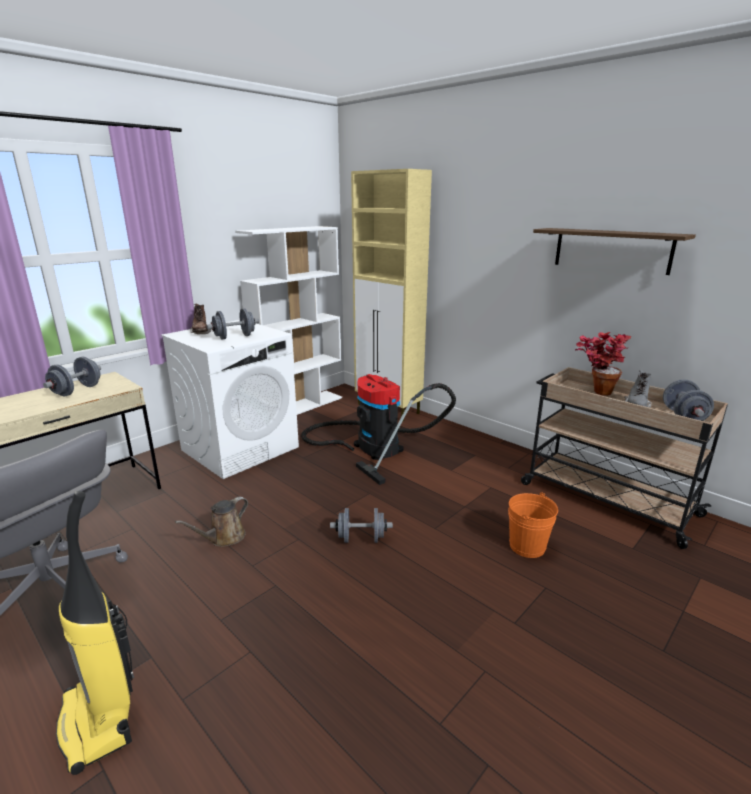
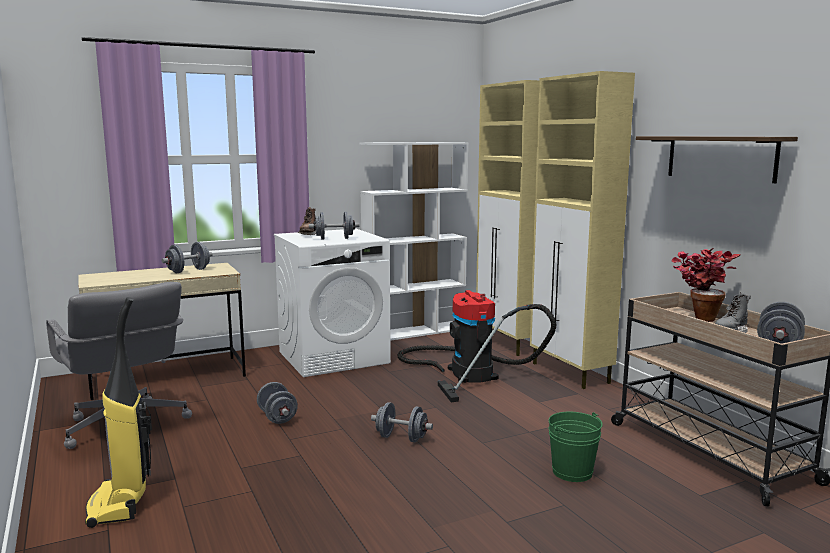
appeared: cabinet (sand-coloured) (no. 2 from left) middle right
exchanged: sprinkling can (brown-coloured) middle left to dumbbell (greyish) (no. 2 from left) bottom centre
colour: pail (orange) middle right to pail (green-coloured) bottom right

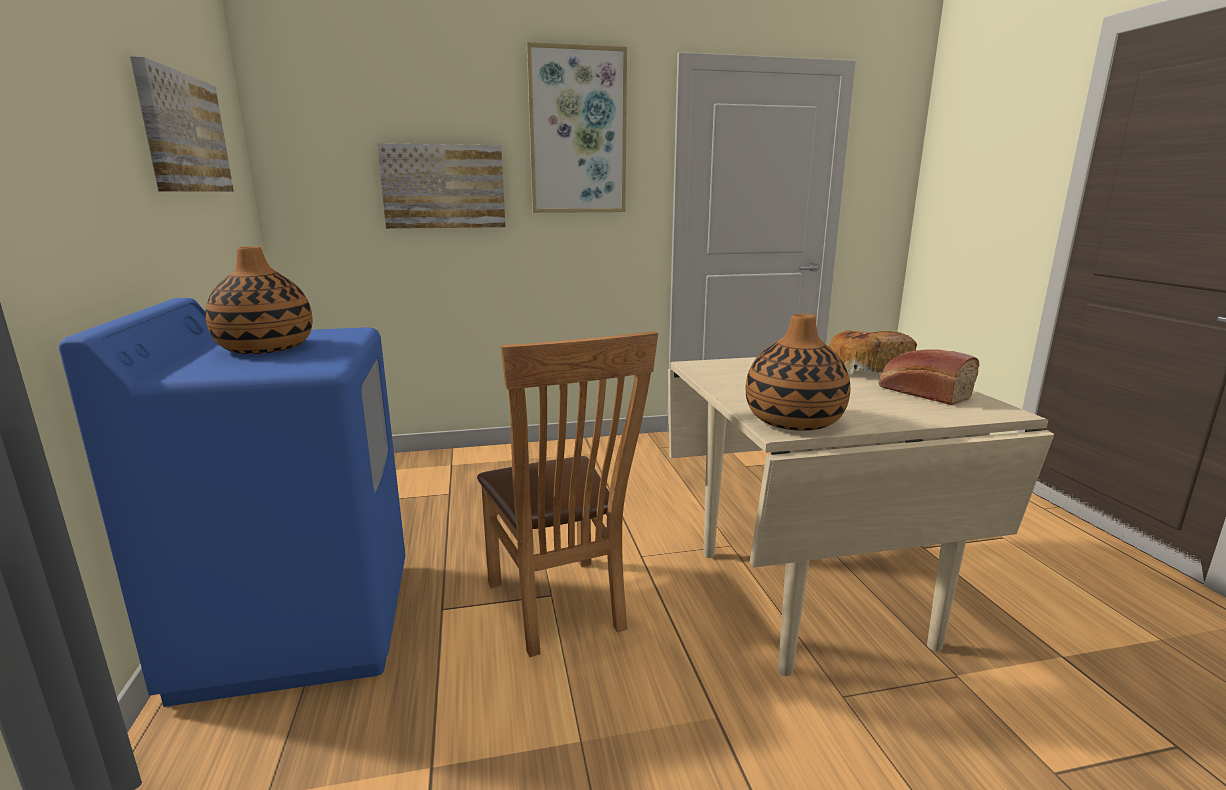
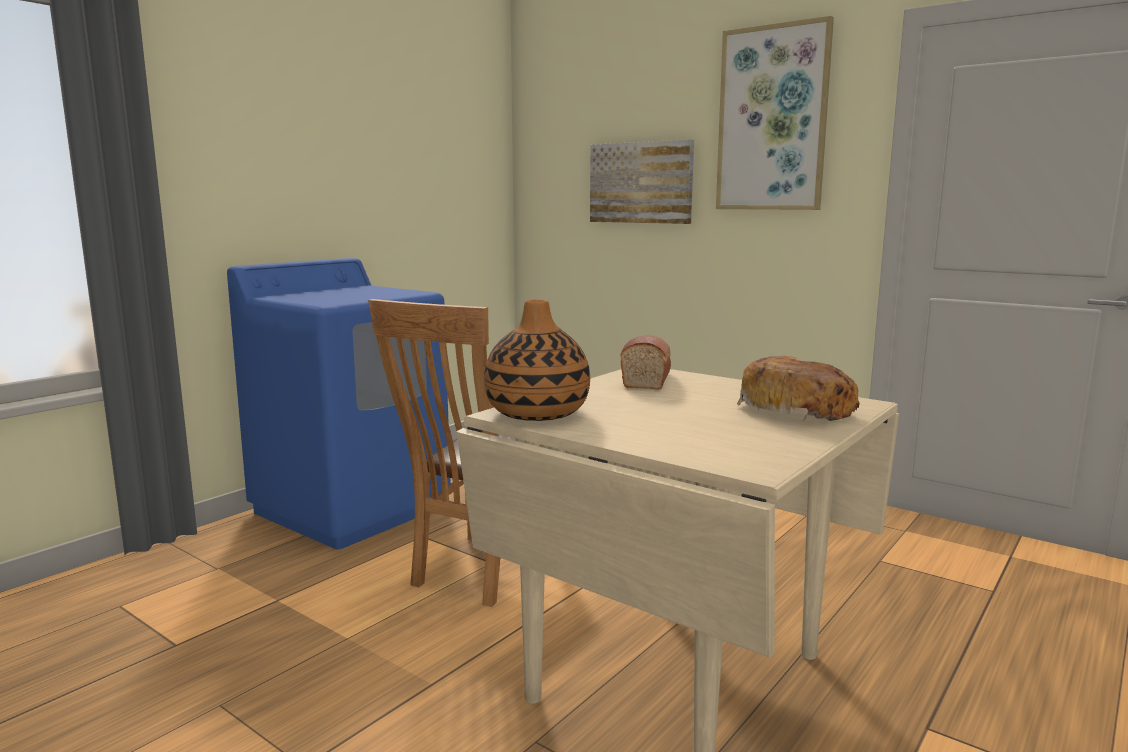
missing: wall art (no. 1 from left) top left; vase (no. 1 from left) middle left
relocated: bread (no. 2 from left in the first image) middle right to bread (no. 1 from left) centre

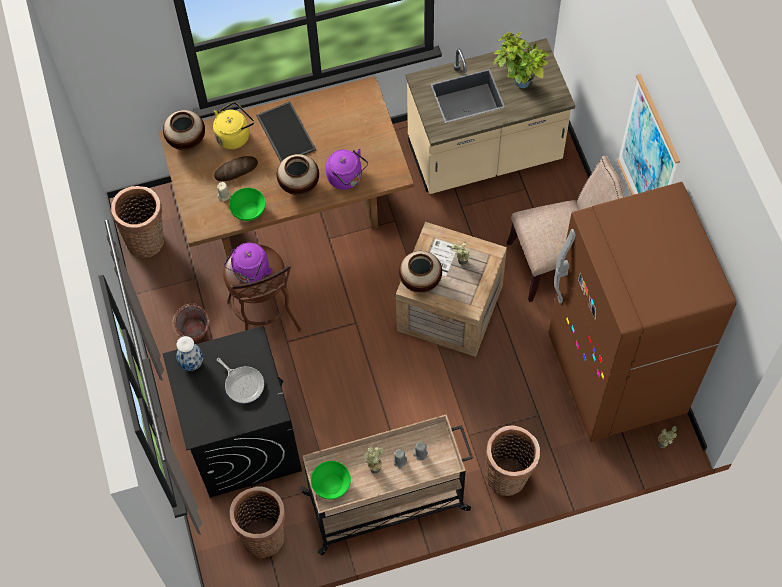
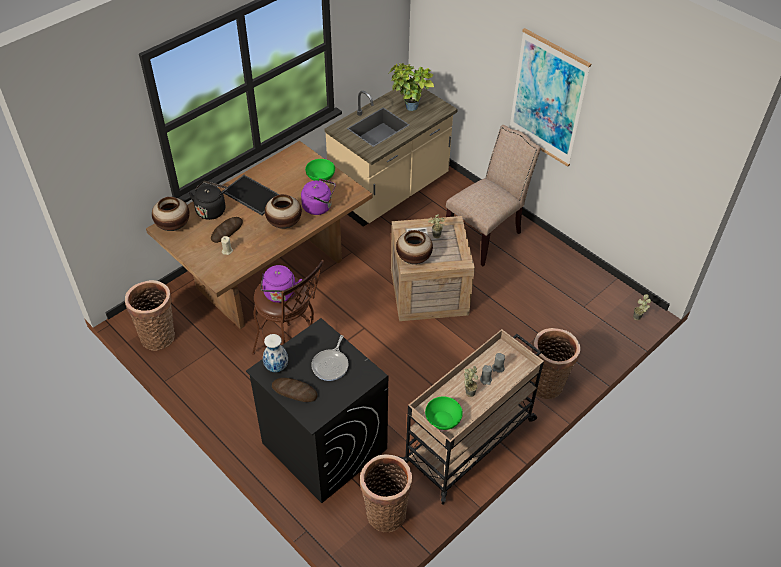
missing: pail middle left; fridge (brown-coloured) middle right
appeared: bread (no. 2 from left) bottom centre
relocated: bowl (green-coloured) (no. 1 from left) middle left to top centre
colour: kettle (yellowish) top left to kettle (blackish) middle left
spun: skillet middle left = centre 90 degrees clockwise

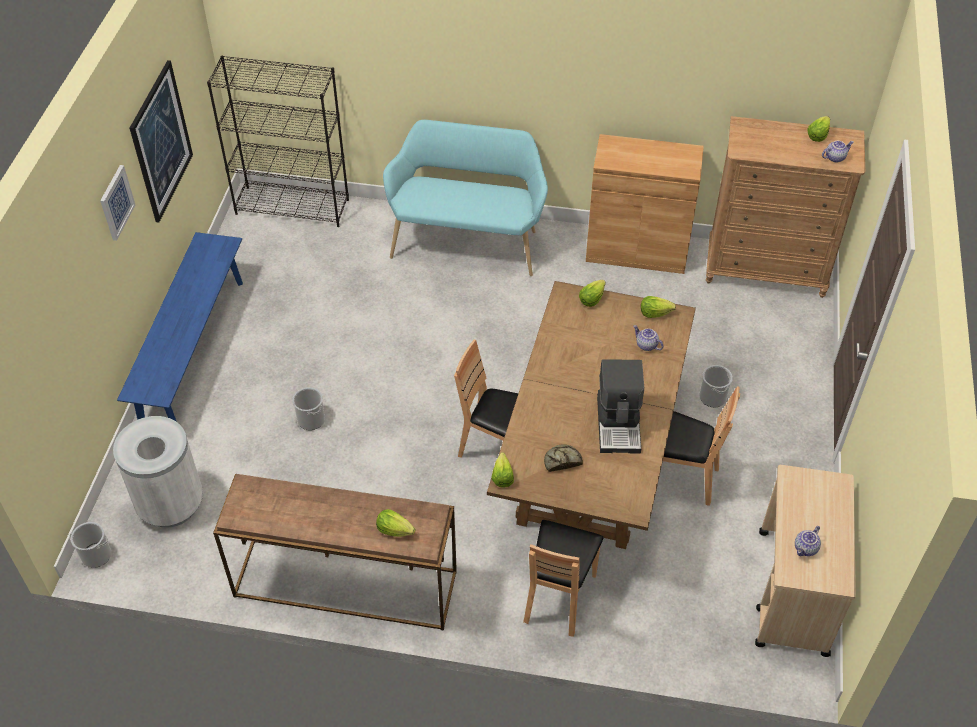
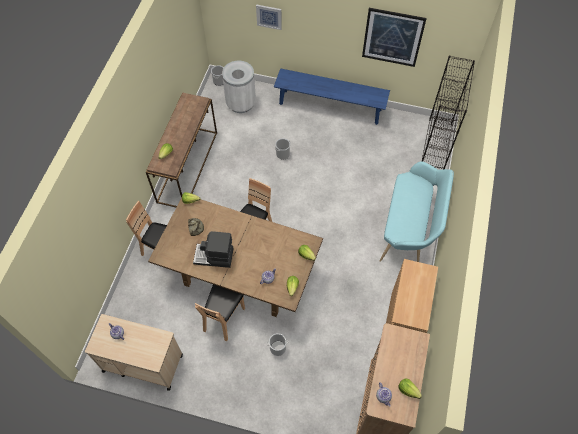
relocated: wall art (no. 1 from left) top left to top centre

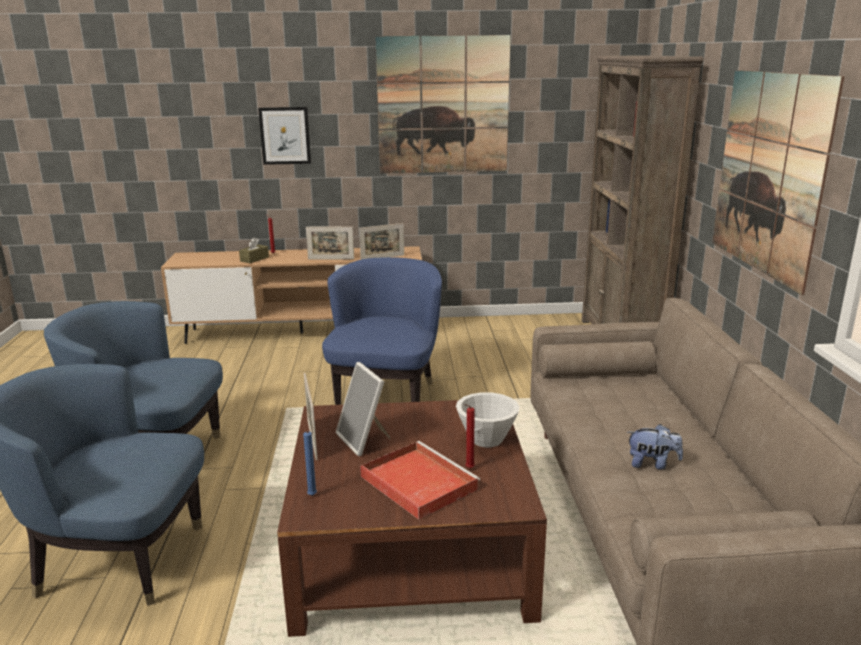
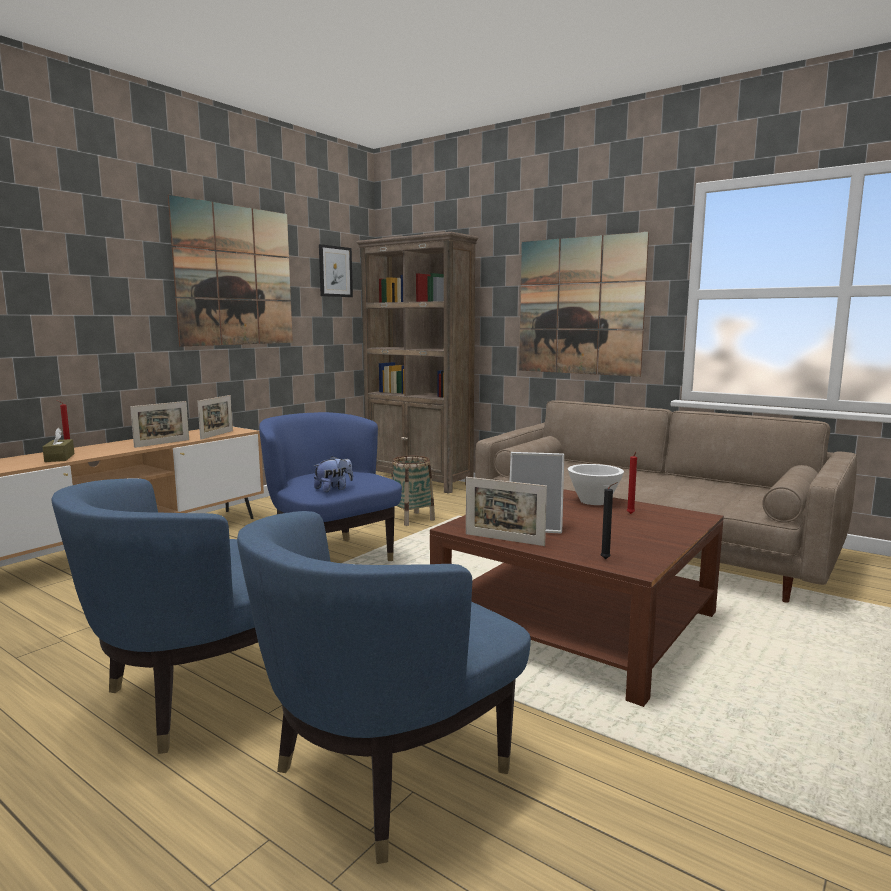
missing: tray (red-coloured) bottom centre
appeared: storage basket centre
relocated: wall art (no. 1 from left in the first image) top left to wall art (no. 2 from left) top centre; cuddly toy bottom right to centre
colour: candle (bluish) bottom centre to candle (blackish) middle right

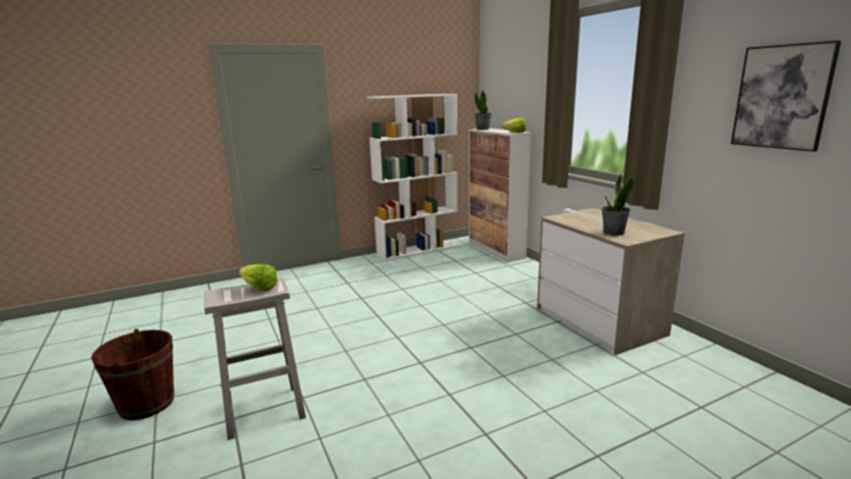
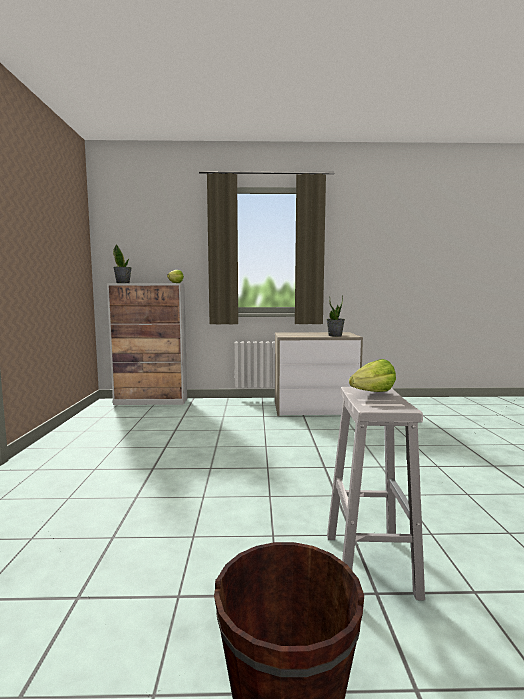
missing: bookshelf (whitish) centre; wall art top right

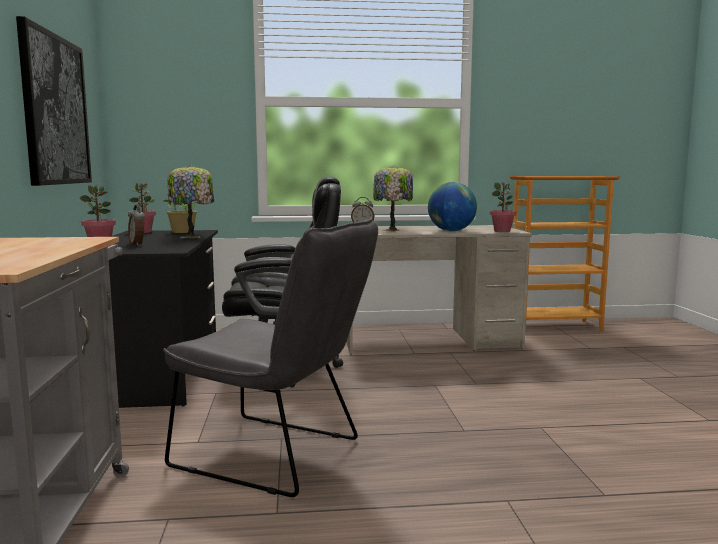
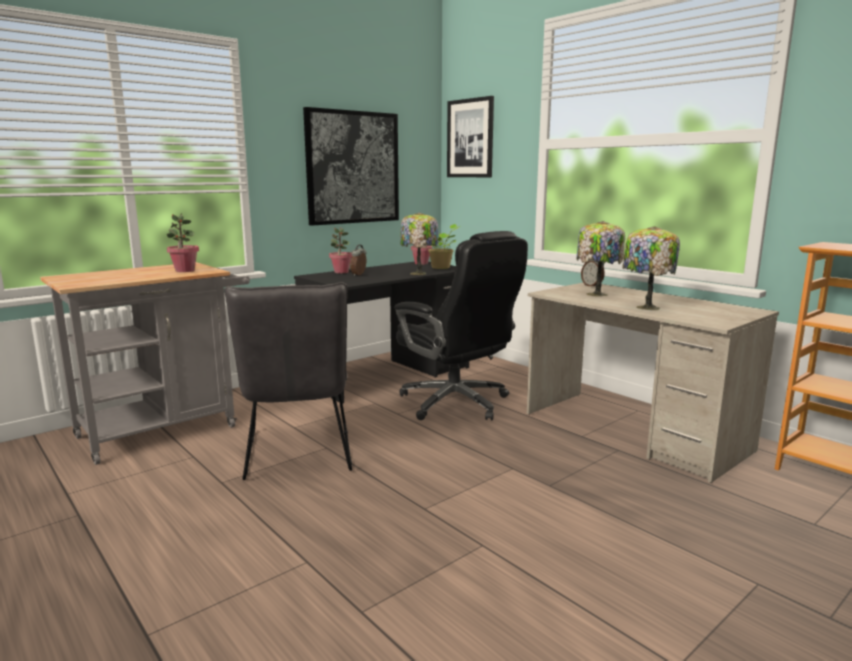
appeared: wall art (no. 2 from left) top centre
relocated: houseplant (no. 4 from left in the first image) middle right to houseplant (no. 1 from left) middle left
exchanged: world globe centre to tabletop lamp (no. 3 from left) middle right

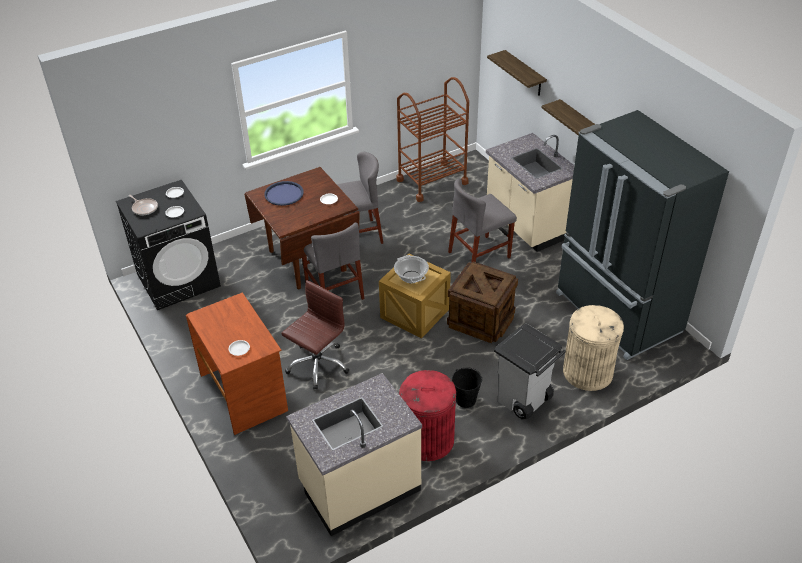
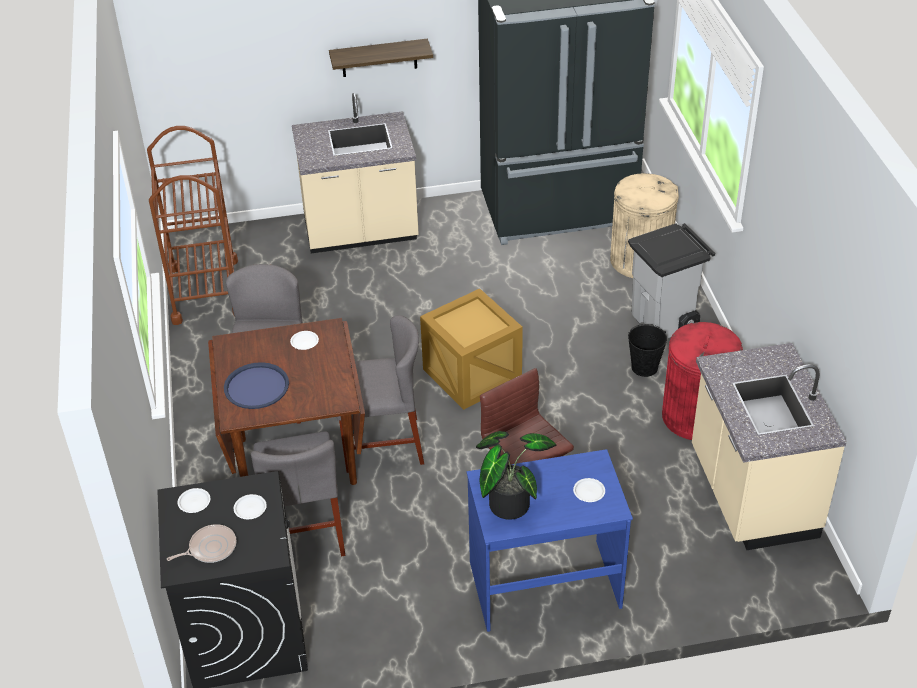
missing: saucepot centre; shipping crate (no. 2 from left) centre; shelf (no. 1 from left) top centre
appeared: houseplant bottom centre
relocated: chair (greyish) (no. 3 from left in the first image) centre to chair (greyish) (no. 2 from left) bottom left
colour: desk (brown-coloured) middle left to desk (bluish) bottom centre

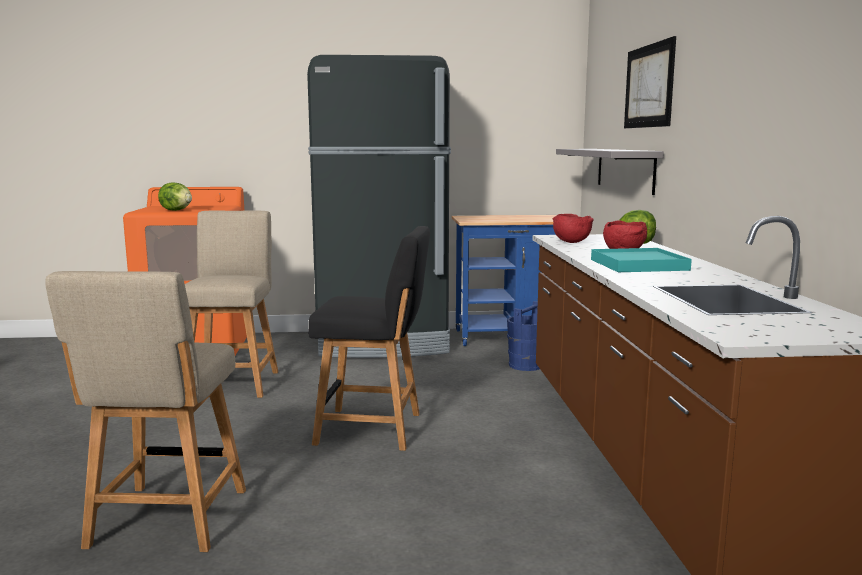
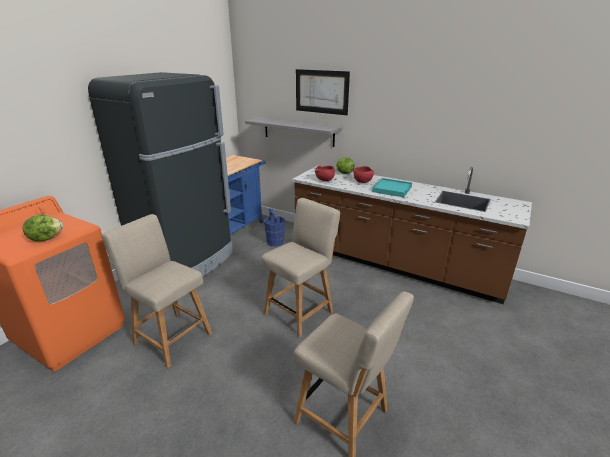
colour: chair (blackish) centre to chair (sand-coloured) (no. 2 from left) centre

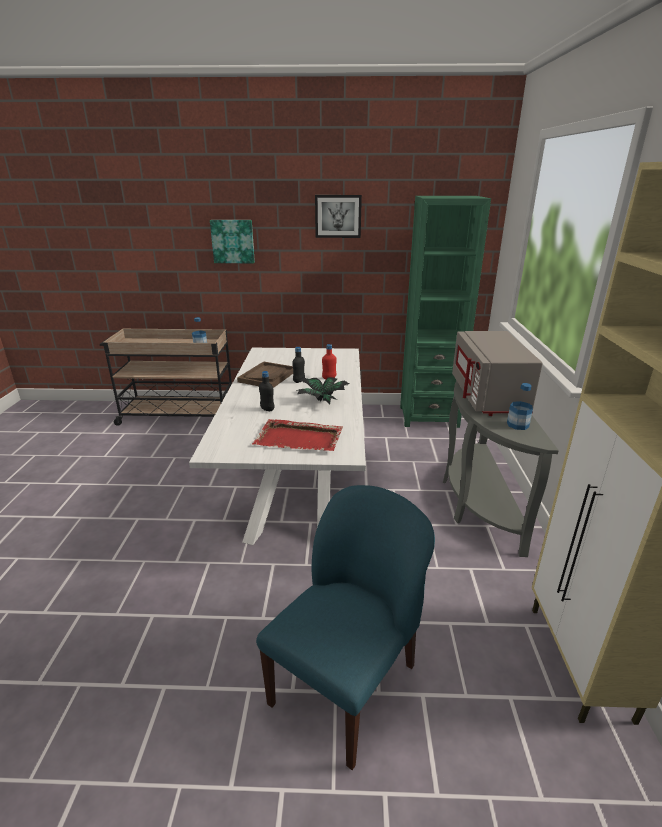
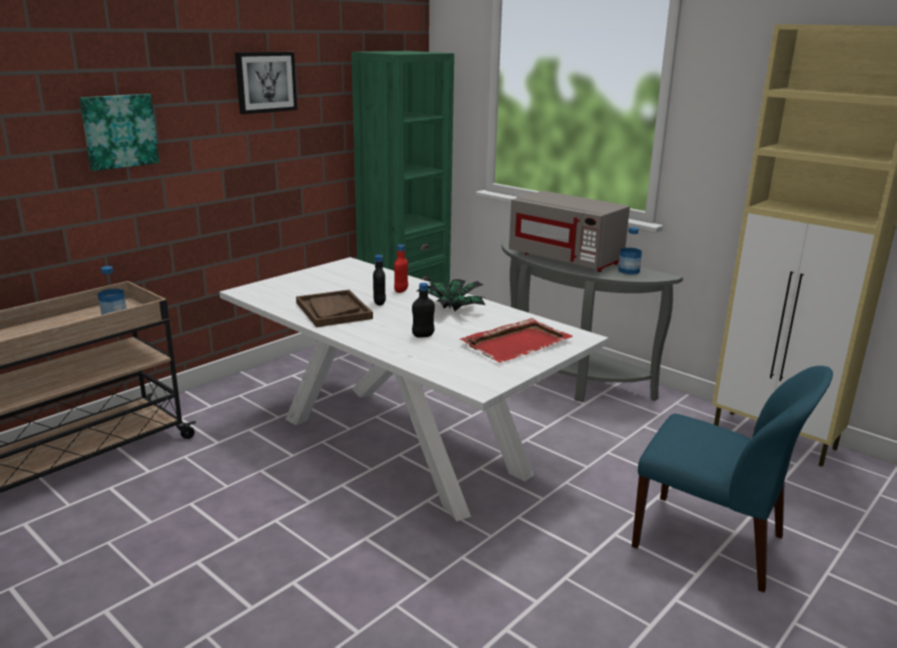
spun: chair (bluish) bottom centre = bottom right 135 degrees clockwise

